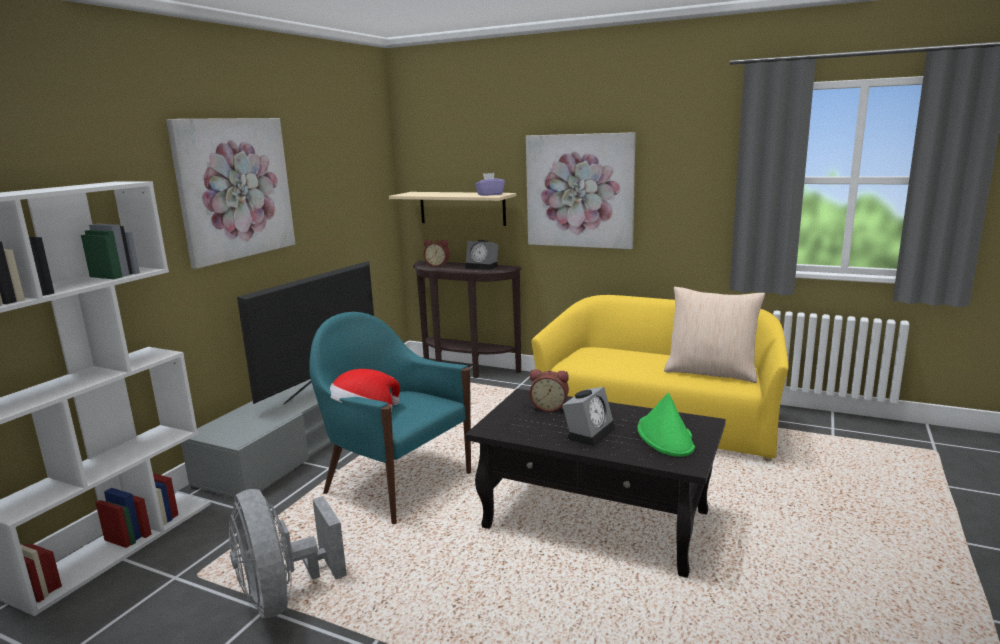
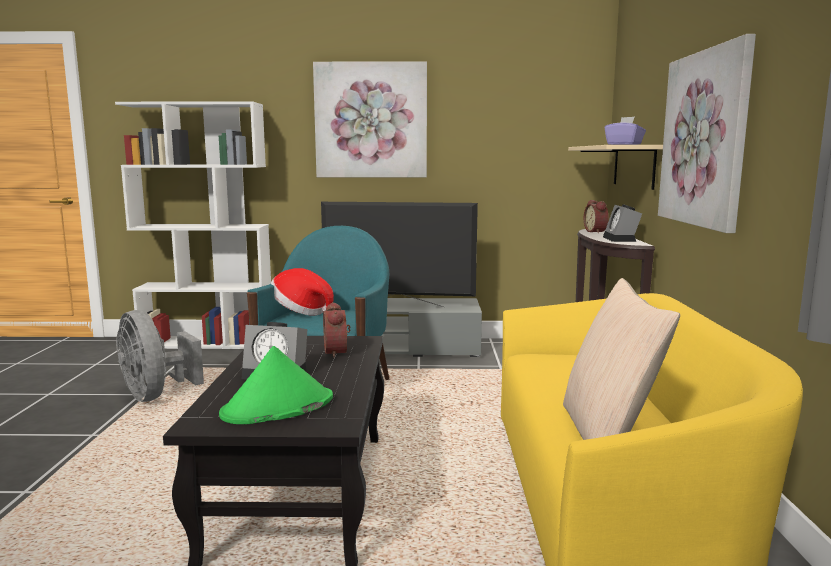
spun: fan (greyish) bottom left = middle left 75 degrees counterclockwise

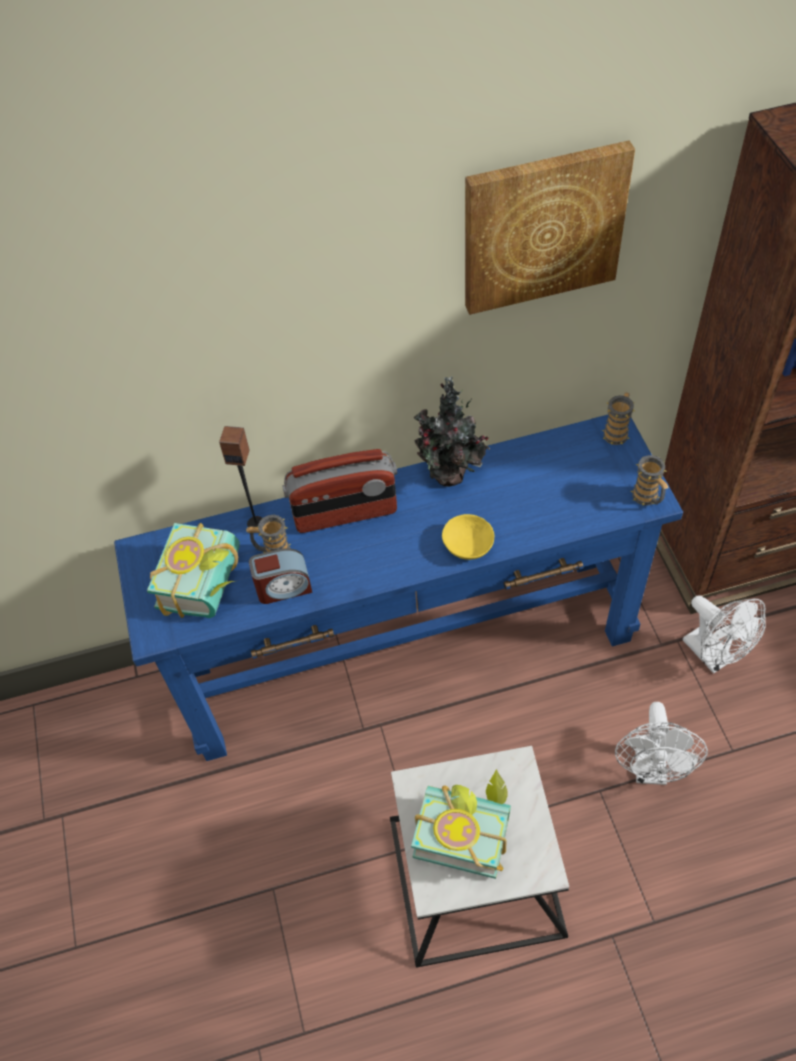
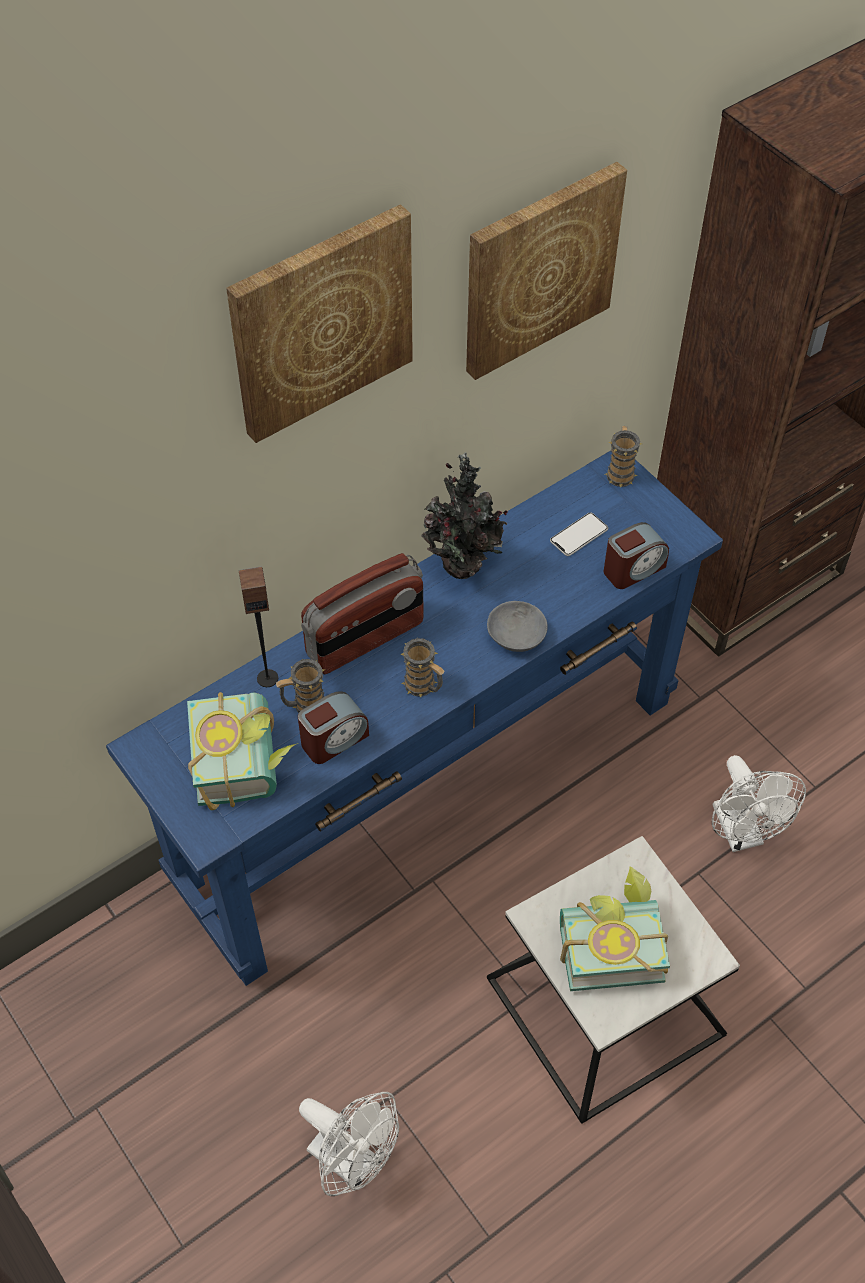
appeared: wall art (no. 1 from left) top centre; handset middle right; bedside clock (no. 2 from left) middle right
relocated: mug (no. 3 from left in the first image) middle right to mug (no. 2 from left) centre; fan (whitish) (no. 2 from left in the first image) middle right to fan (whitish) (no. 1 from left) bottom centre
colour: bowl (yellowish) centre to bowl (greyish) centre

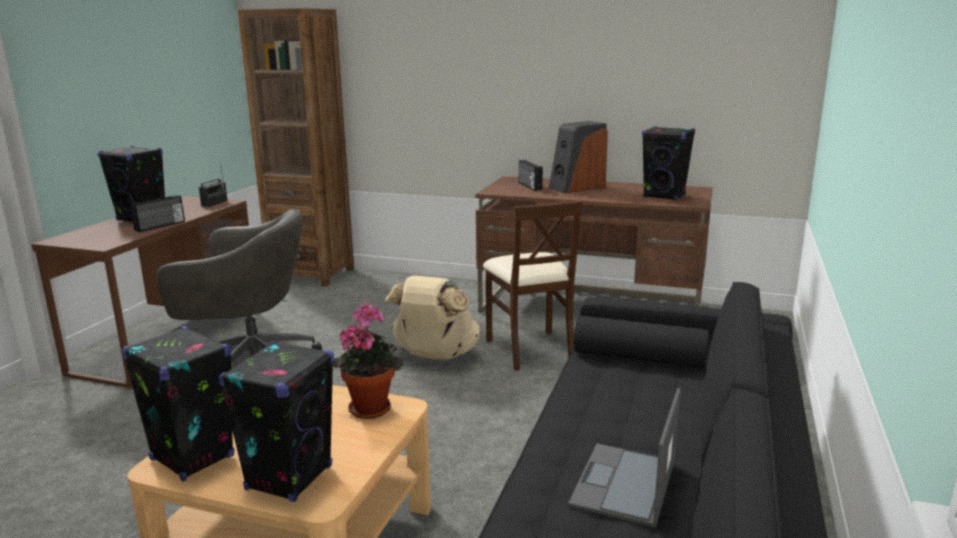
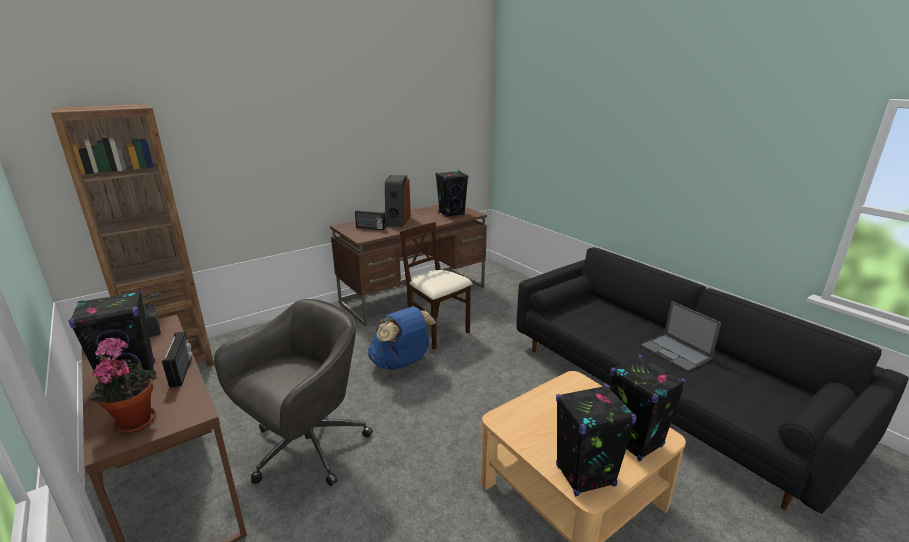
relocated: houseplant bottom centre to bottom left
colour: backpack (sand-coloured) centre to backpack (bluish) centre
spun: chair (sand-coloured) centre = centre 150 degrees counterclockwise

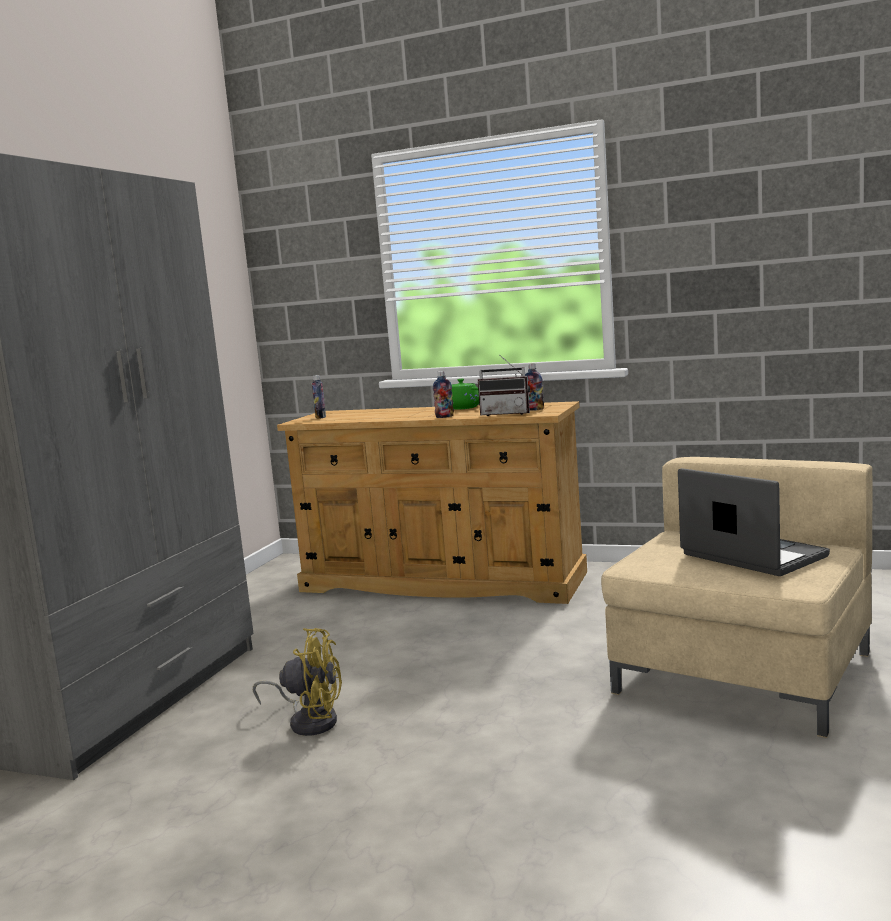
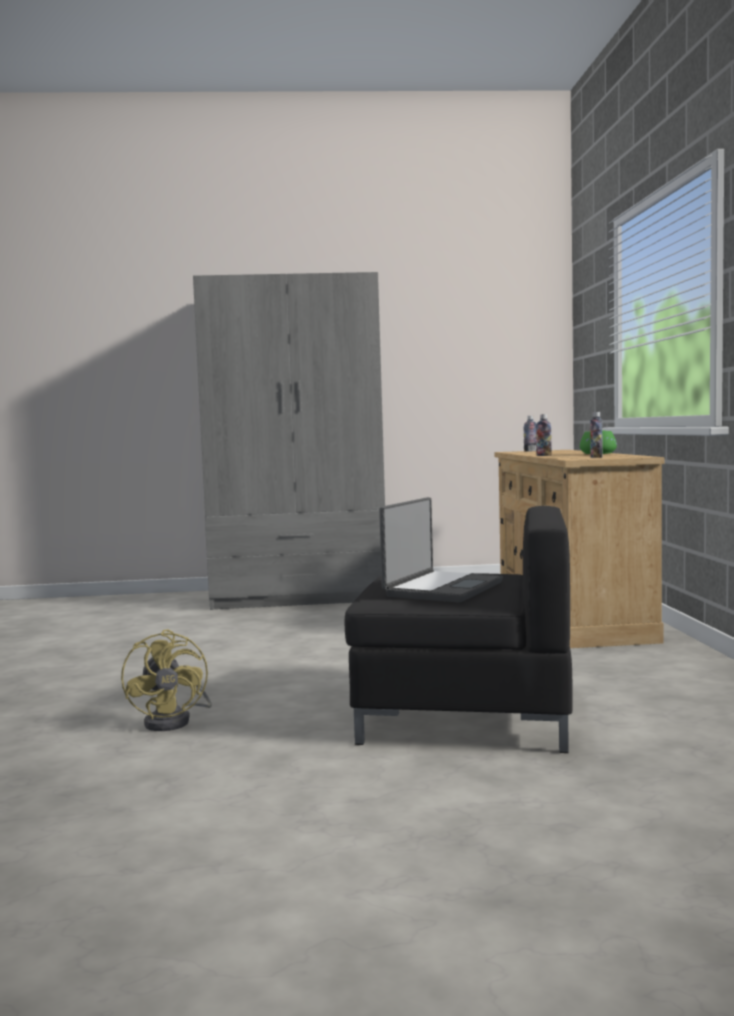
missing: radio centre
relocated: fan (yellowish) bottom centre to bottom left
colour: easy chair (sand-coloured) middle right to easy chair (blackish) centre

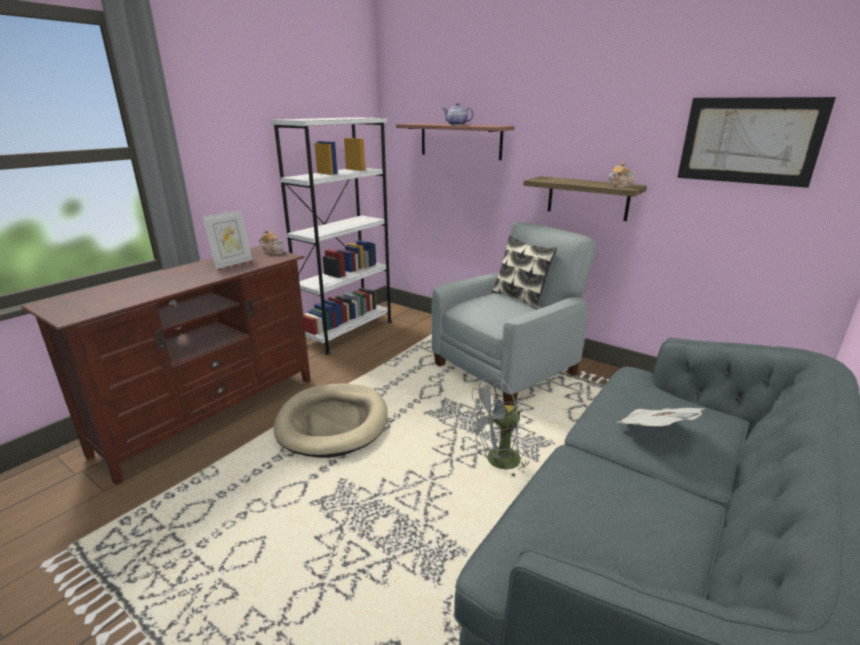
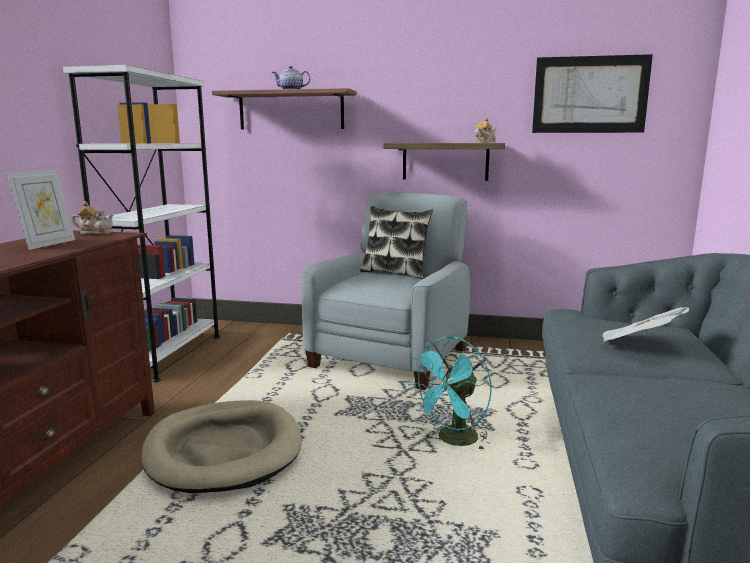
colour: fan (greyish) centre to fan (turquoise) bottom centre

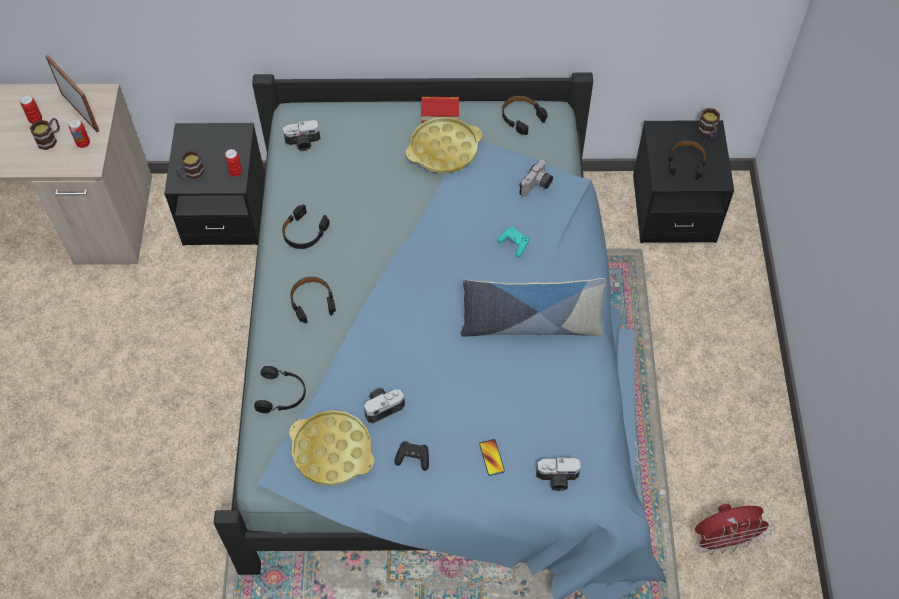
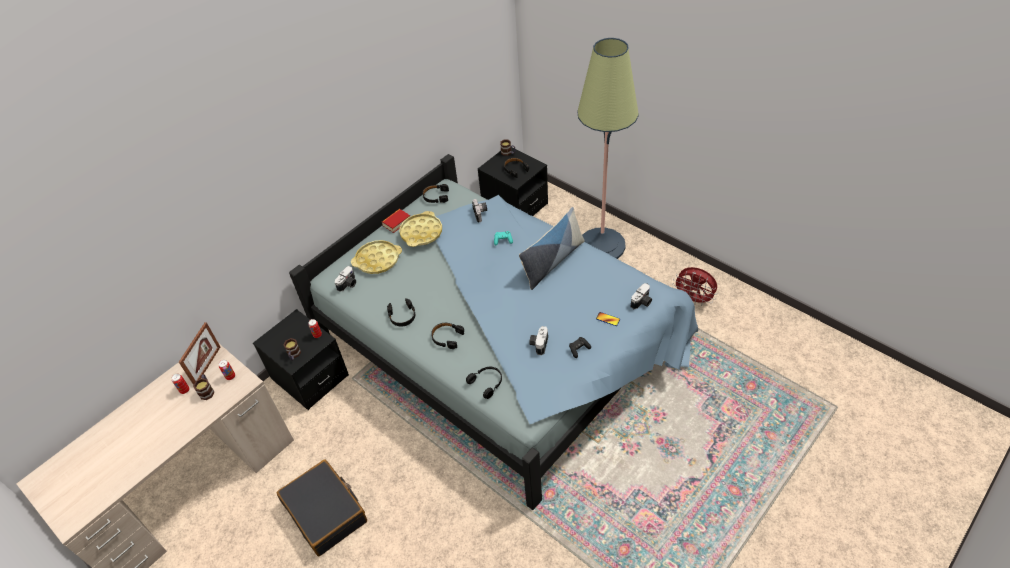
appeared: piece of luggage (blackish) bottom left; floor lamp top centre
relocated: tray (yellowish) (no. 1 from left) bottom centre to centre
spun: standing frame top left = middle left 105 degrees clockwise; fan (red-coloured) bottom right = middle right 90 degrees clockwise

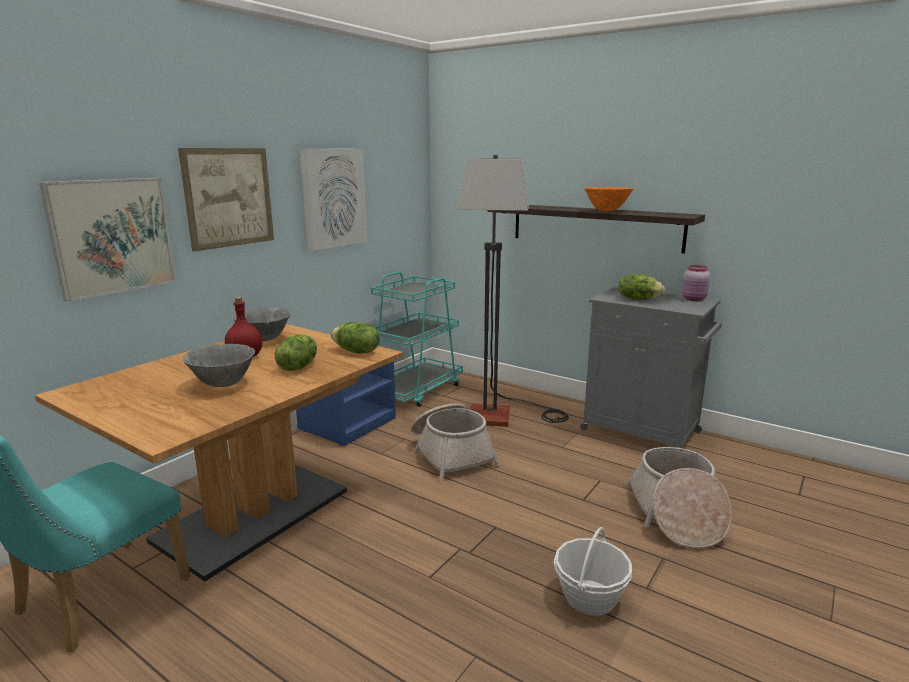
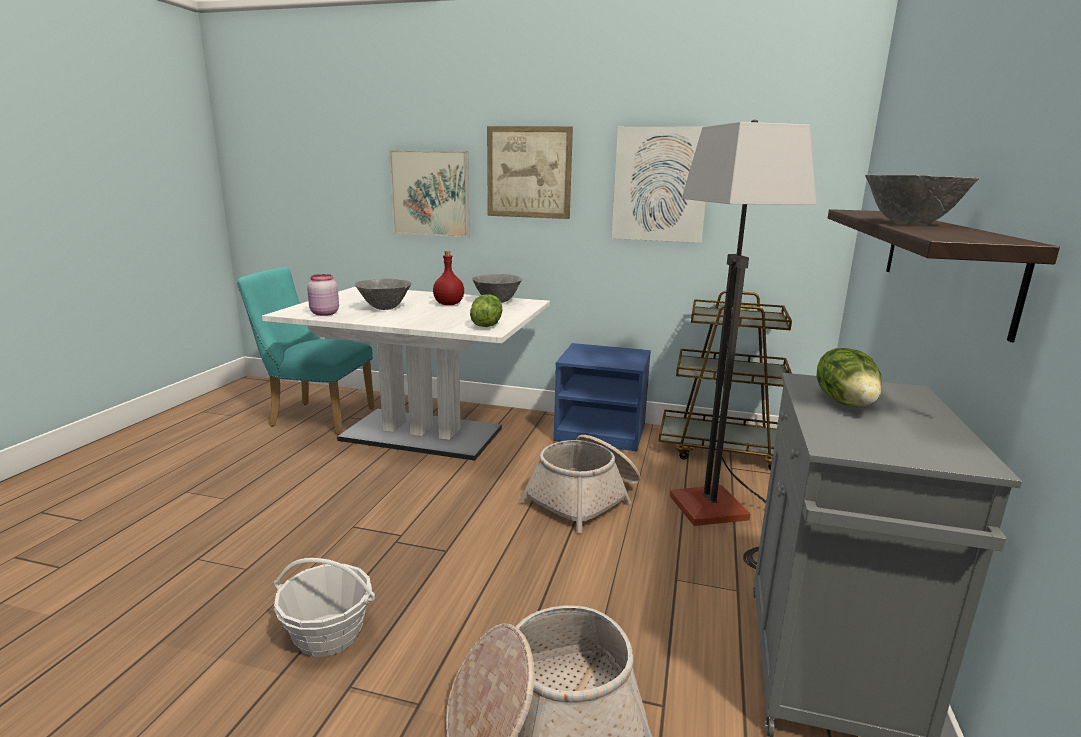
missing: lettuce head (no. 1 from left) middle left
relocated: jar (pink) middle right to middle left
colour: dining table (brown-coloured) middle left to dining table (whitish) centre; cart (turquoise) centre to cart (brown-coloured) middle right; bowl (orange) top right to bowl (greyish) (no. 3 from left) top right

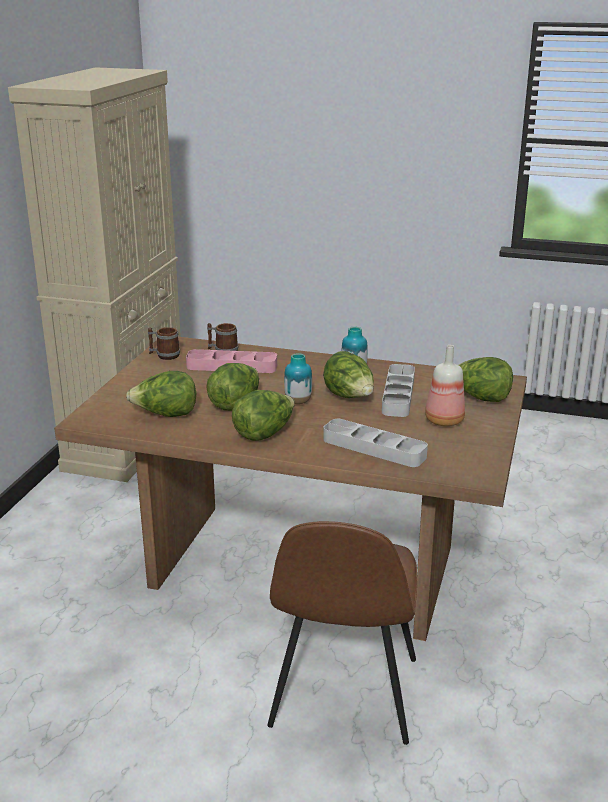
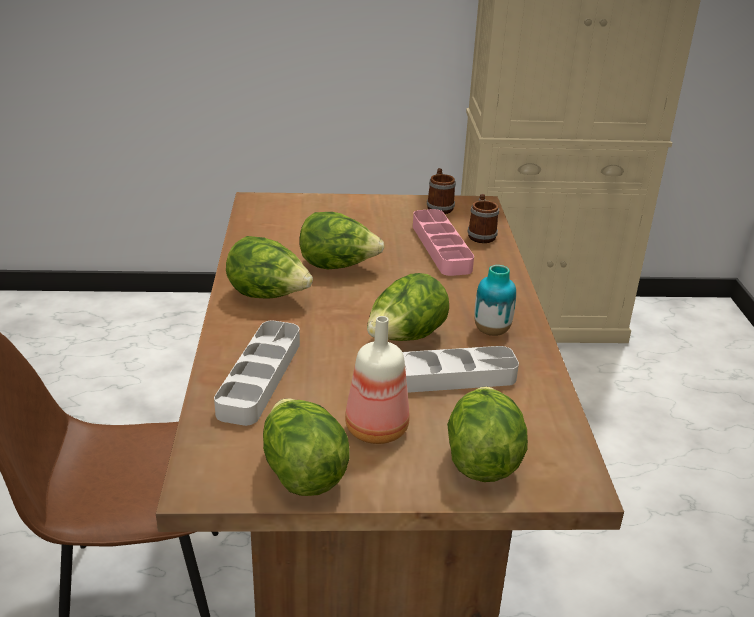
missing: vase (no. 1 from left) centre
relocated: lettuce head (no. 1 from left in the first image) middle left to lettuce head (no. 2 from left) bottom centre

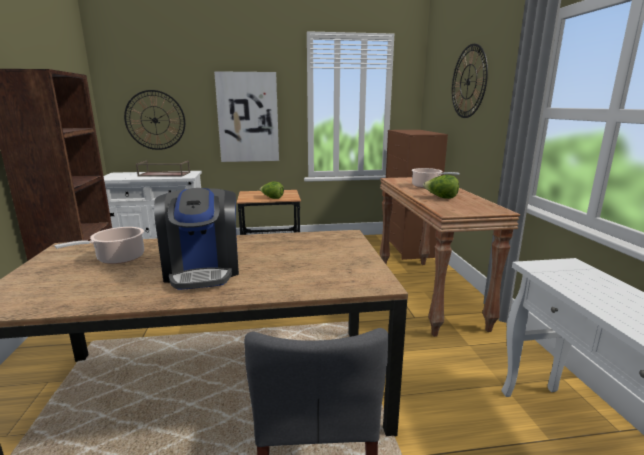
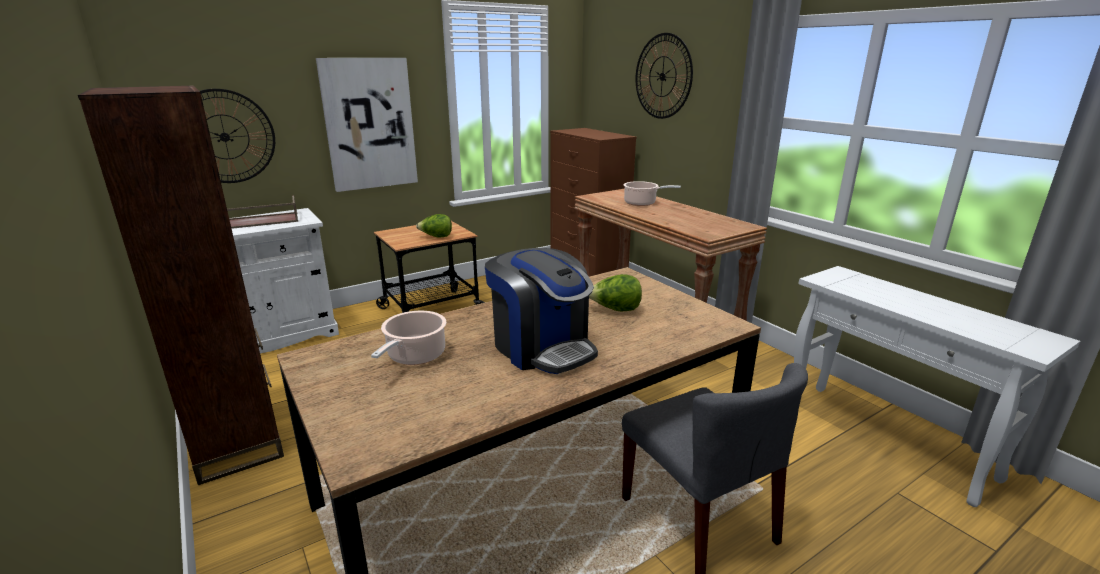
relocated: lettuce head (no. 2 from left) middle right to centre

